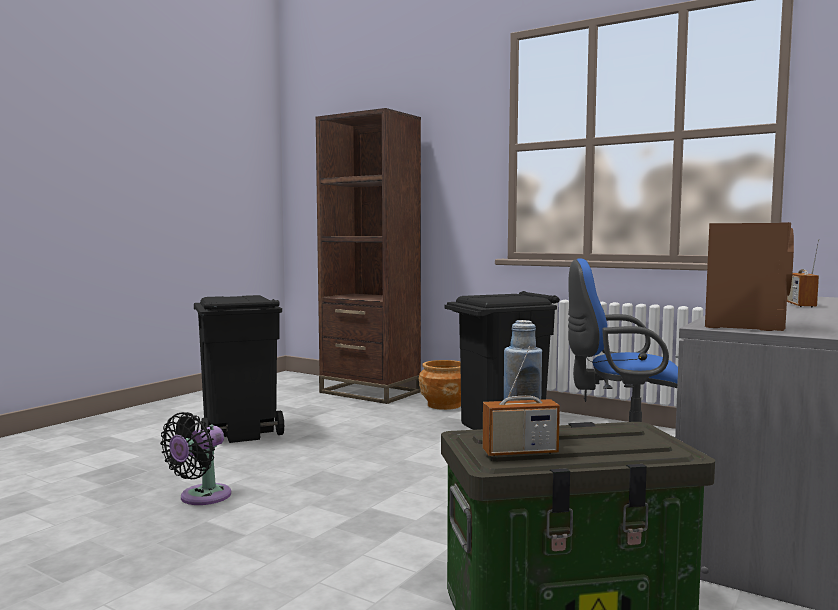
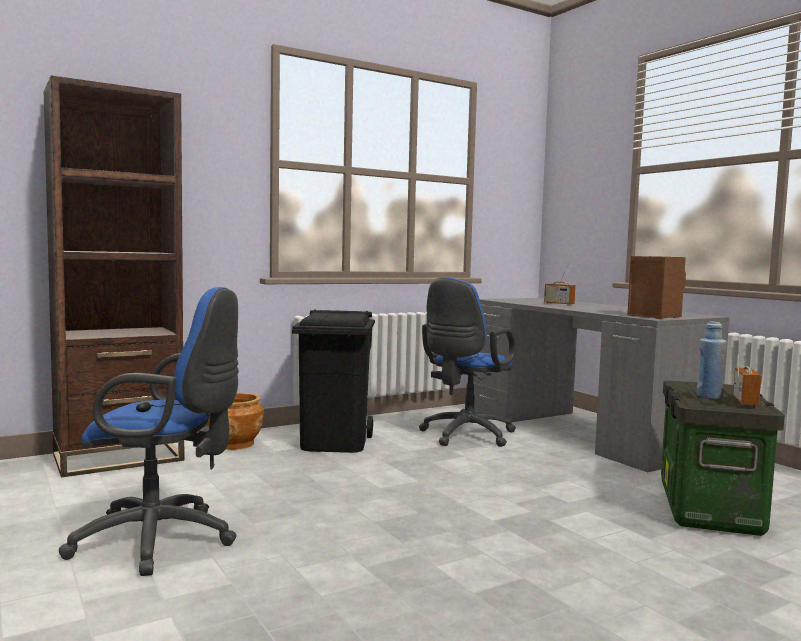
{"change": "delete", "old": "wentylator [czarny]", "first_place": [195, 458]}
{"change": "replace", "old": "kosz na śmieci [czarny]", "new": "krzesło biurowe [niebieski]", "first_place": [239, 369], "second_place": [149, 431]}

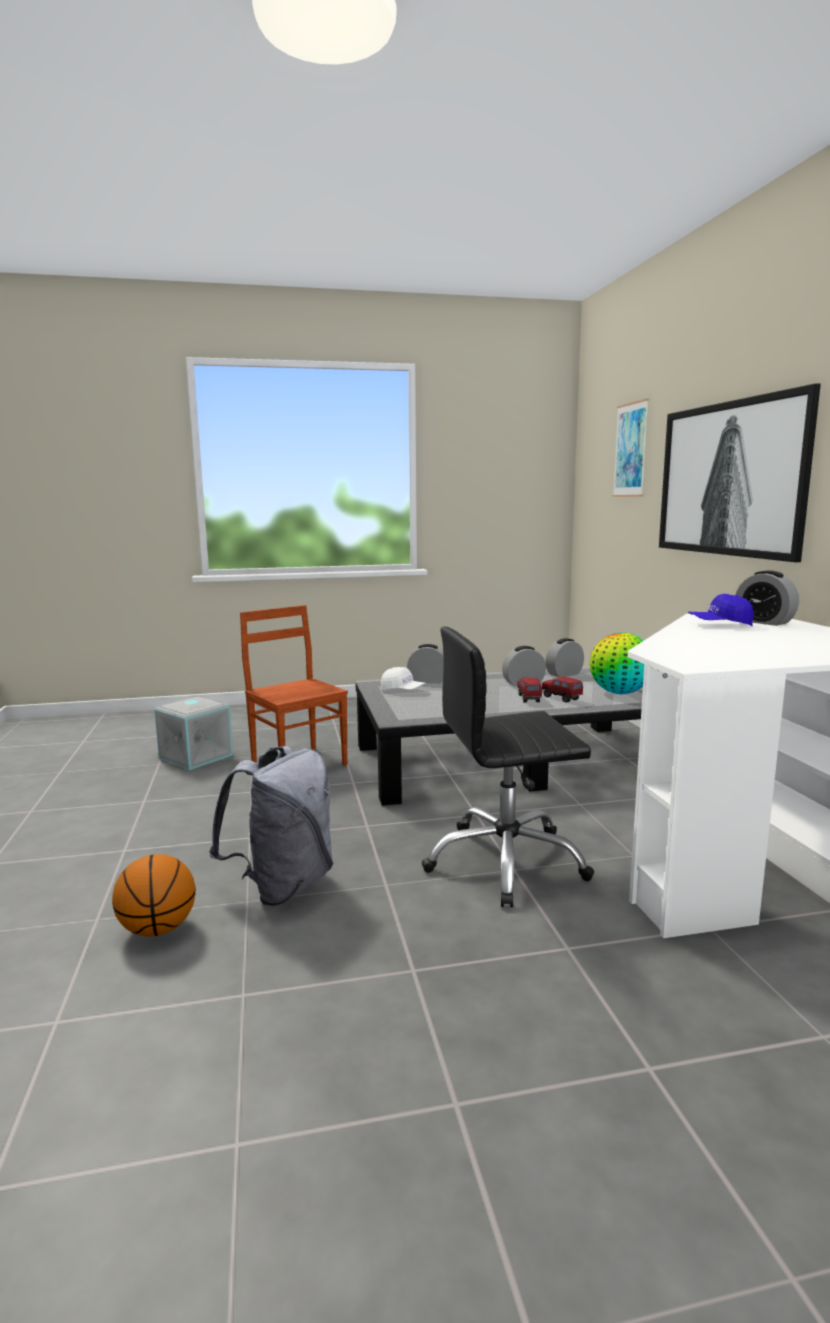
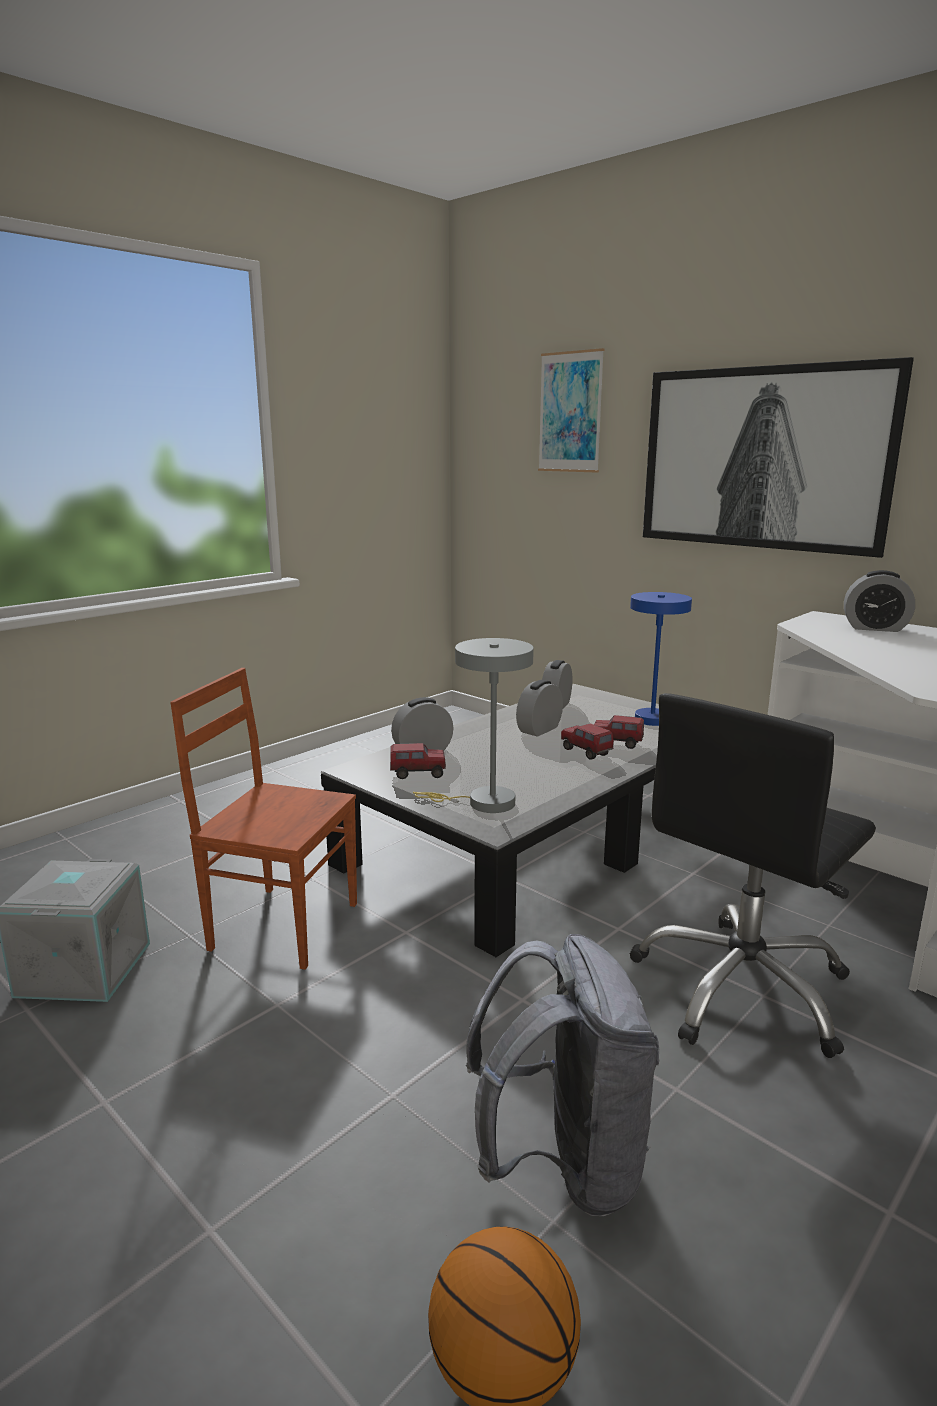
{"change": "delete", "old": "czapka z daszkiem [niebieski]", "first_place": [721, 610]}
{"change": "insert", "new": "lampa stołowa [szary]", "second_place": [473, 725]}
{"change": "replace", "old": "czapka z daszkiem [biały]", "new": "ciężarówka zabawkowa", "first_place": [403, 678], "second_place": [418, 761]}
{"change": "replace", "old": "globus", "new": "lampa stołowa [niebieski]", "first_place": [617, 663], "second_place": [661, 659]}

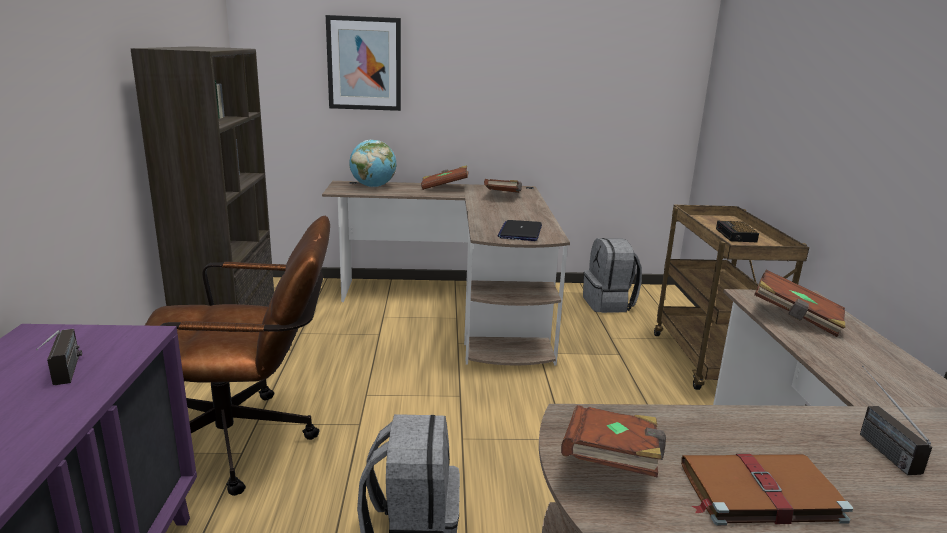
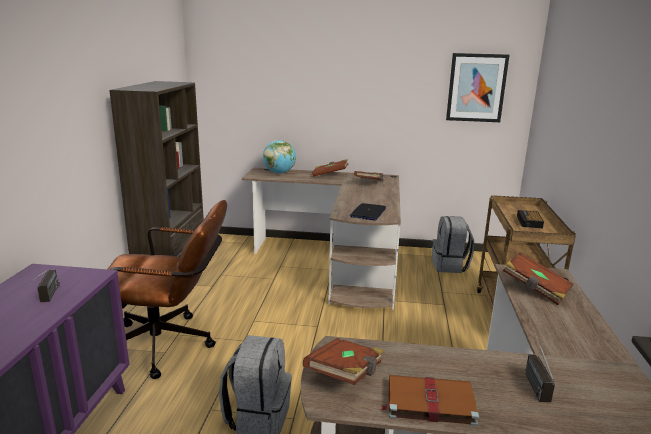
{"change": "move", "old": "obraz", "first_place": [363, 63], "second_place": [477, 87]}

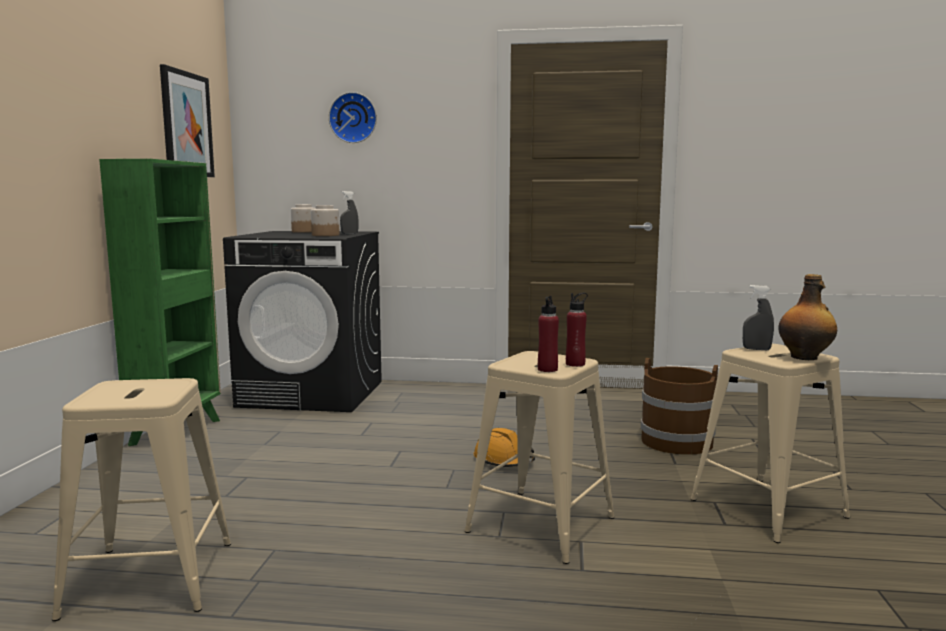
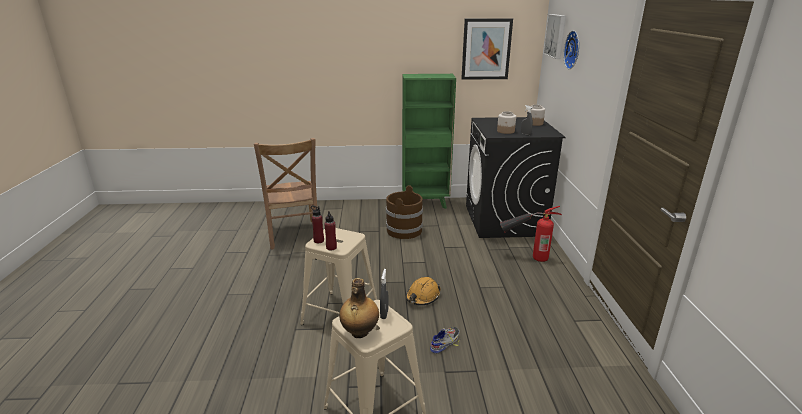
{"change": "insert", "new": "but", "second_place": [444, 340]}
{"change": "insert", "new": "gaśnica", "second_place": [530, 234]}
{"change": "insert", "new": "obraz", "second_place": [554, 36]}
{"change": "move", "old": "wiadro [brązowy]", "first_place": [679, 406], "second_place": [404, 212]}
{"change": "replace", "old": "stołek [beżowy]", "new": "krzesło [brązowy]", "first_place": [141, 499], "second_place": [286, 193]}

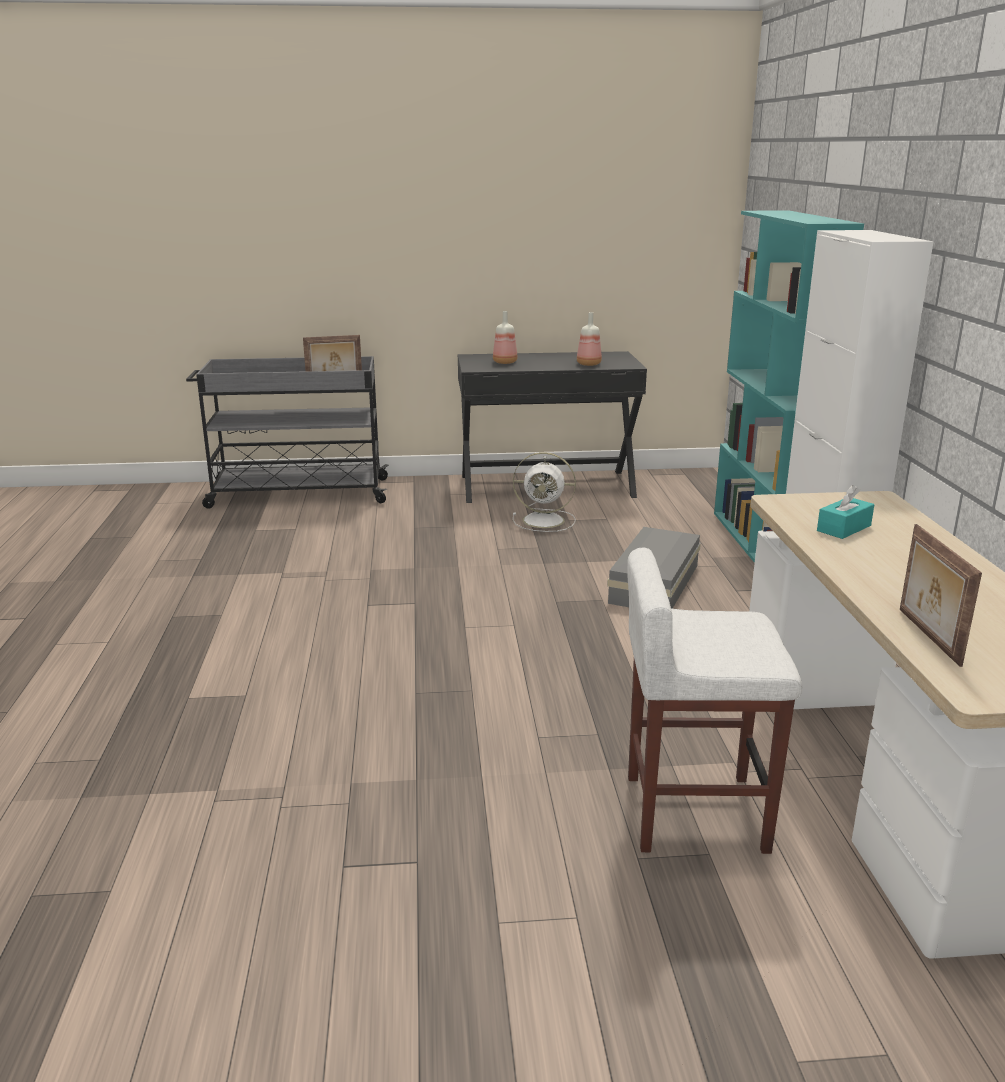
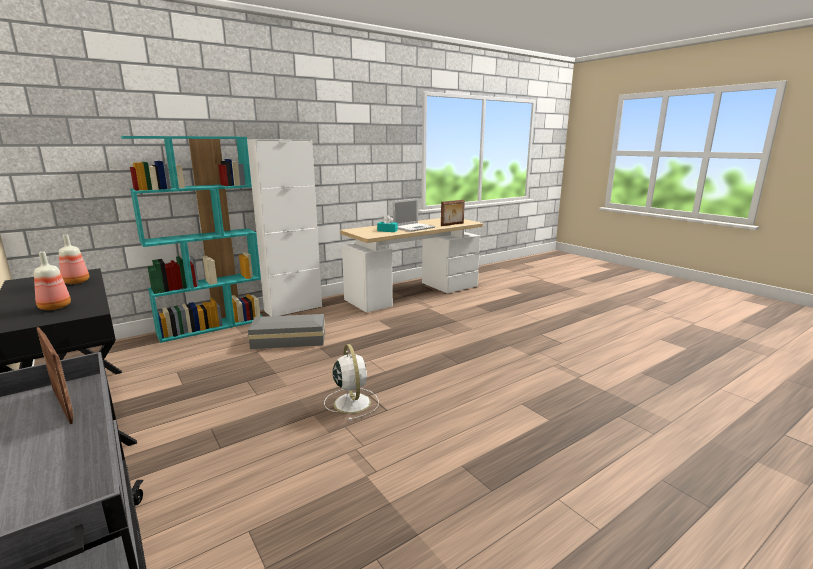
{"change": "delete", "old": "stołek [biały]", "first_place": [714, 701]}
{"change": "insert", "new": "laptop", "second_place": [414, 215]}
{"change": "move", "old": "wentylator [biały]", "first_place": [544, 492], "second_place": [351, 382]}

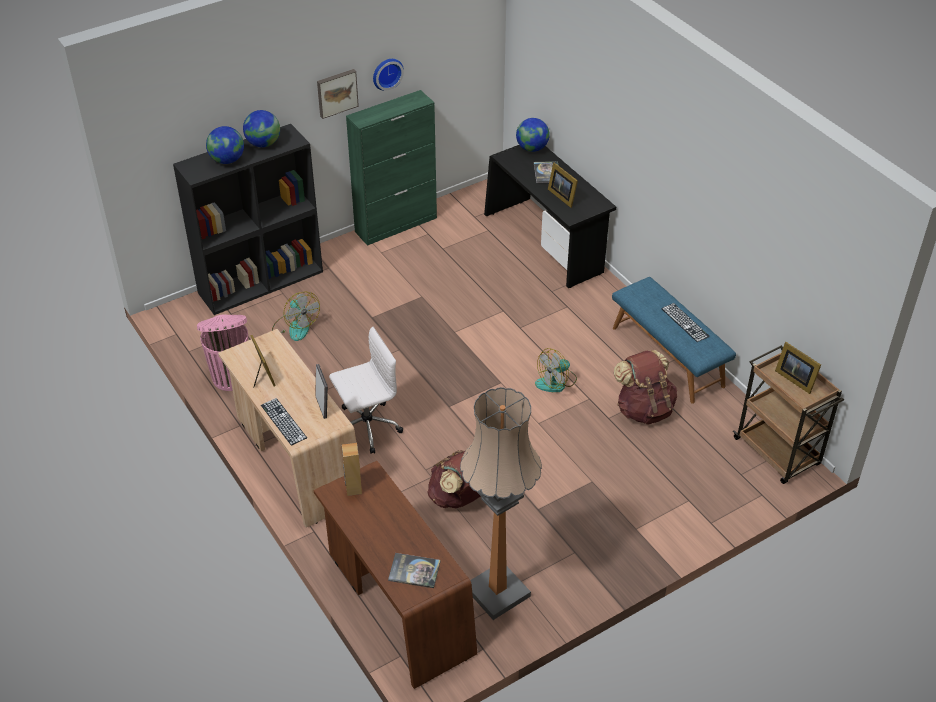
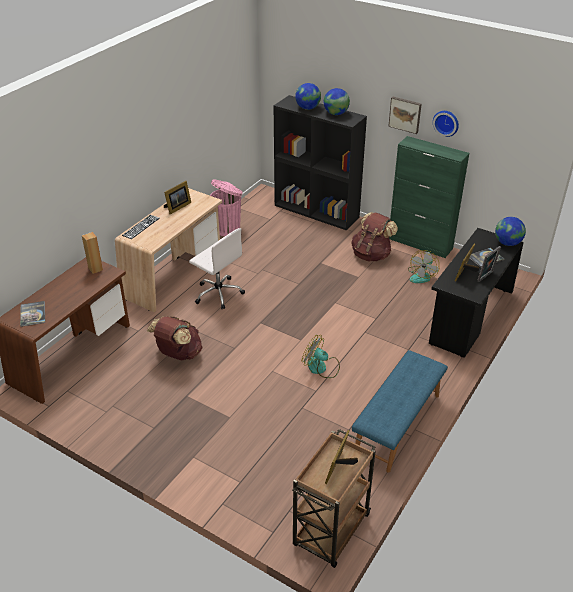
{"change": "delete", "old": "lampa stojąca", "first_place": [501, 503]}
{"change": "delete", "old": "klawiatura", "first_place": [685, 322]}
{"change": "move", "old": "wentylator", "first_place": [296, 316], "second_place": [424, 266]}
{"change": "move", "old": "ramka na zdjęcie", "first_place": [321, 391], "second_place": [489, 264]}
{"change": "move", "old": "plecak [brązowy]", "first_place": [645, 387], "second_place": [374, 237]}

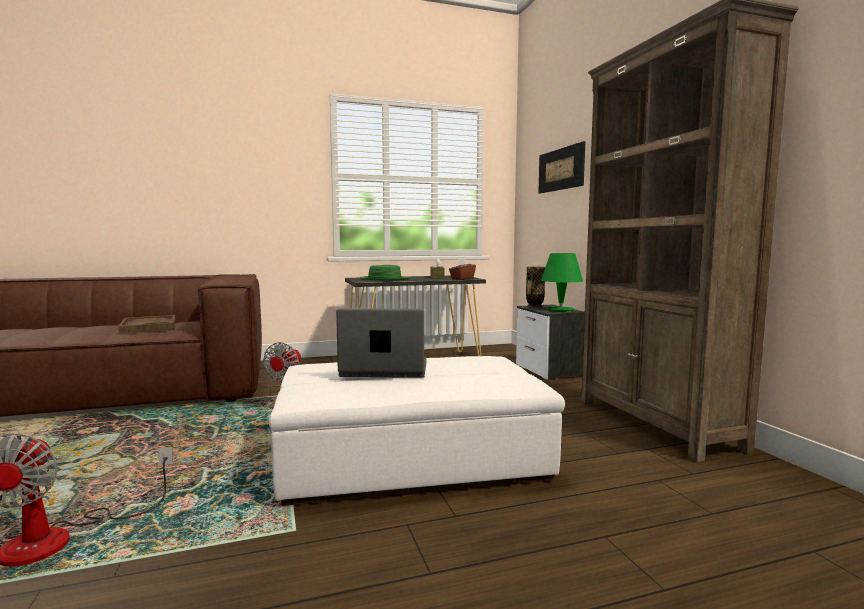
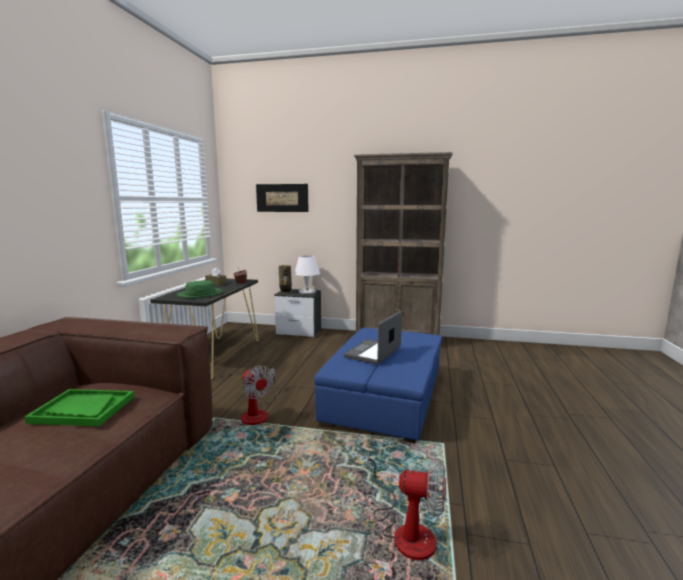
{"change": "recolor", "old": "taca [brązowy]", "new": "taca [zielony]", "first_place": [146, 324], "second_place": [79, 407]}
{"change": "recolor", "old": "pufa [biały]", "new": "pufa [niebieski]", "first_place": [417, 431], "second_place": [378, 385]}
{"change": "recolor", "old": "lampa stołowa [zielony]", "new": "lampa stołowa [biały]", "first_place": [562, 282], "second_place": [307, 274]}

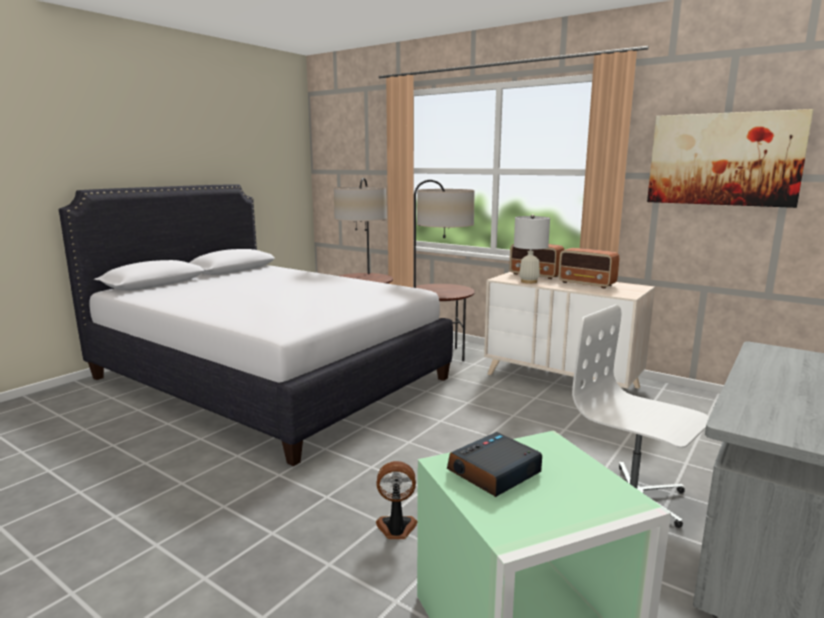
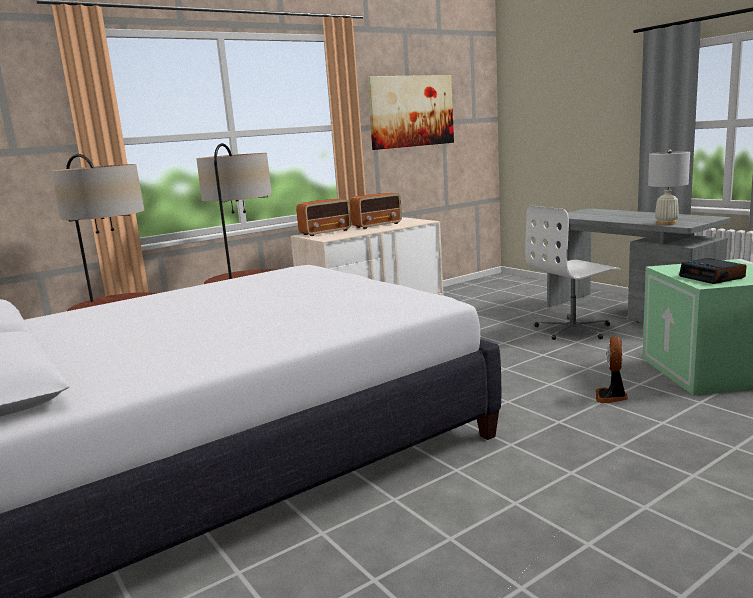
{"change": "move", "old": "lampa stołowa [biały]", "first_place": [532, 249], "second_place": [669, 187]}

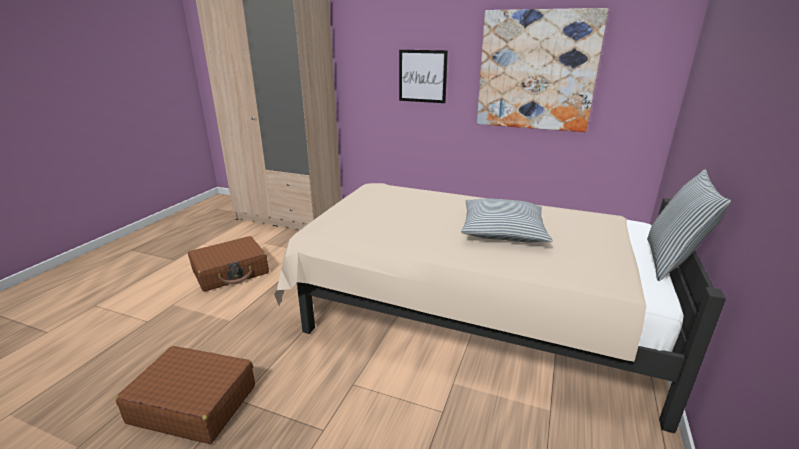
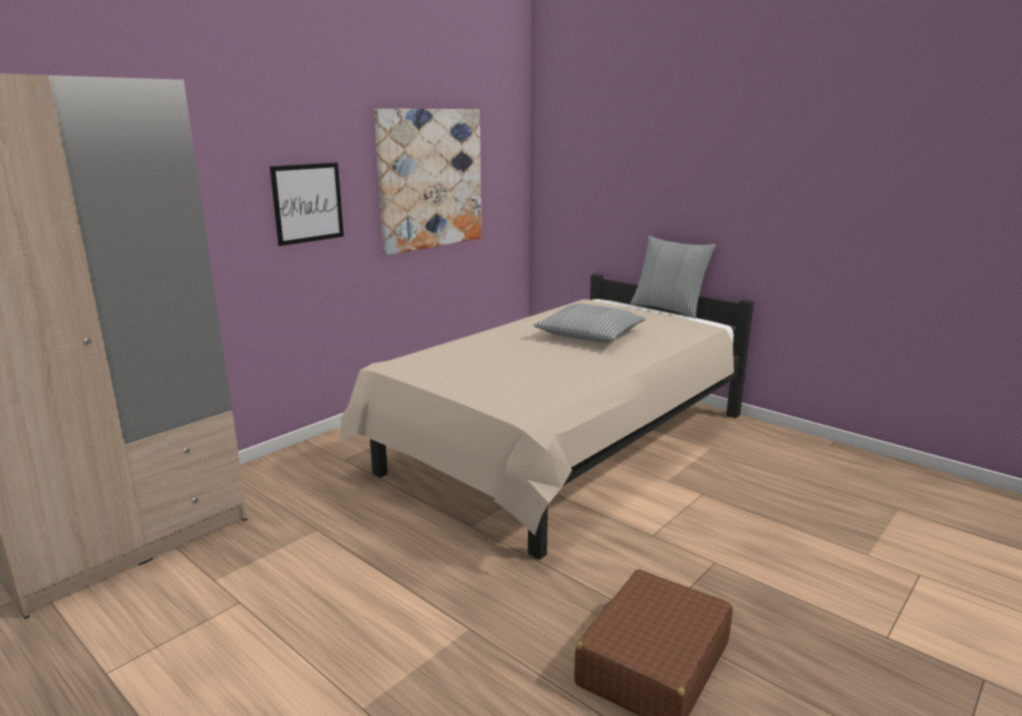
{"change": "delete", "old": "walizka [brązowy]", "first_place": [228, 264]}

